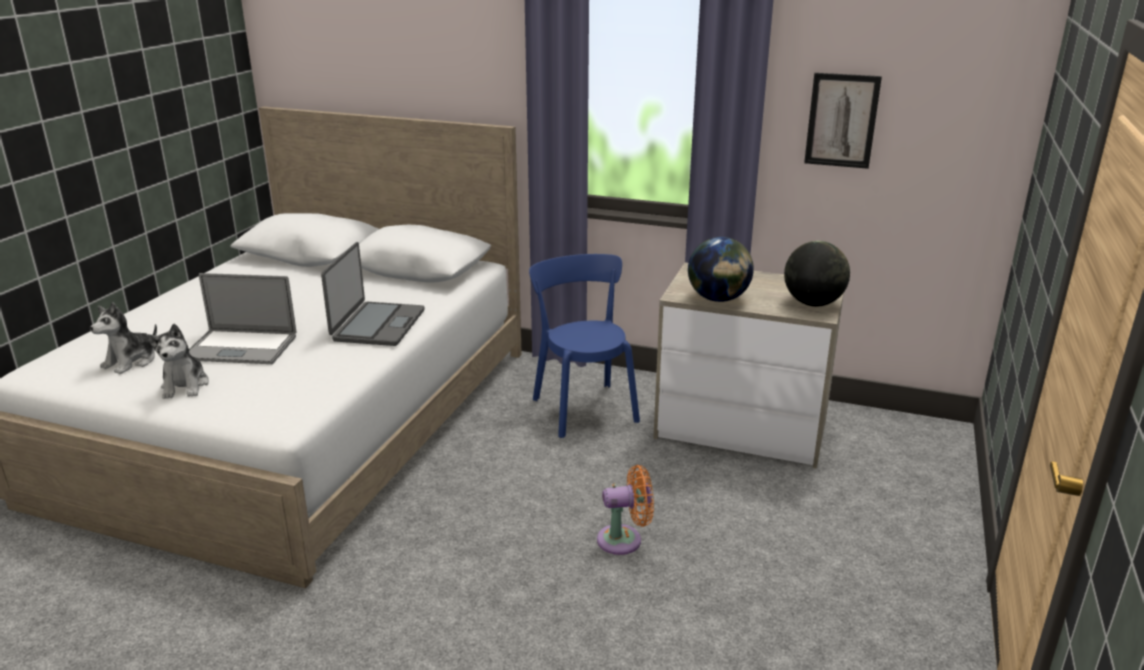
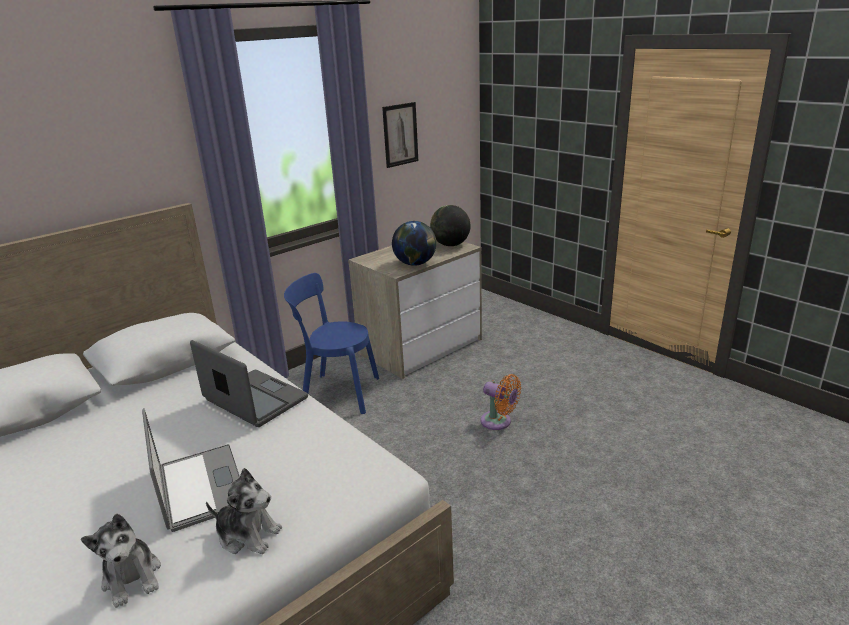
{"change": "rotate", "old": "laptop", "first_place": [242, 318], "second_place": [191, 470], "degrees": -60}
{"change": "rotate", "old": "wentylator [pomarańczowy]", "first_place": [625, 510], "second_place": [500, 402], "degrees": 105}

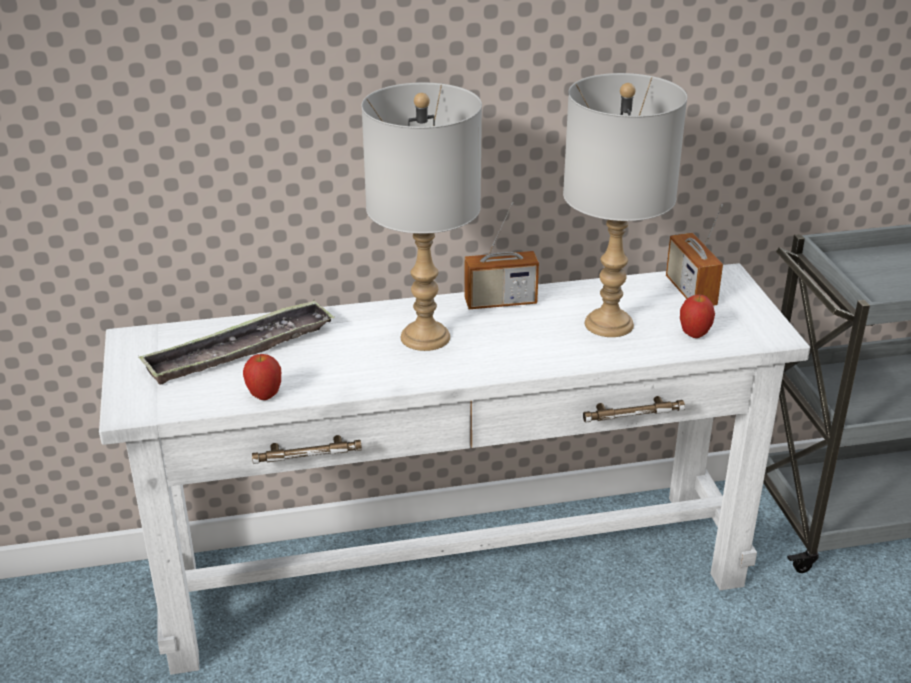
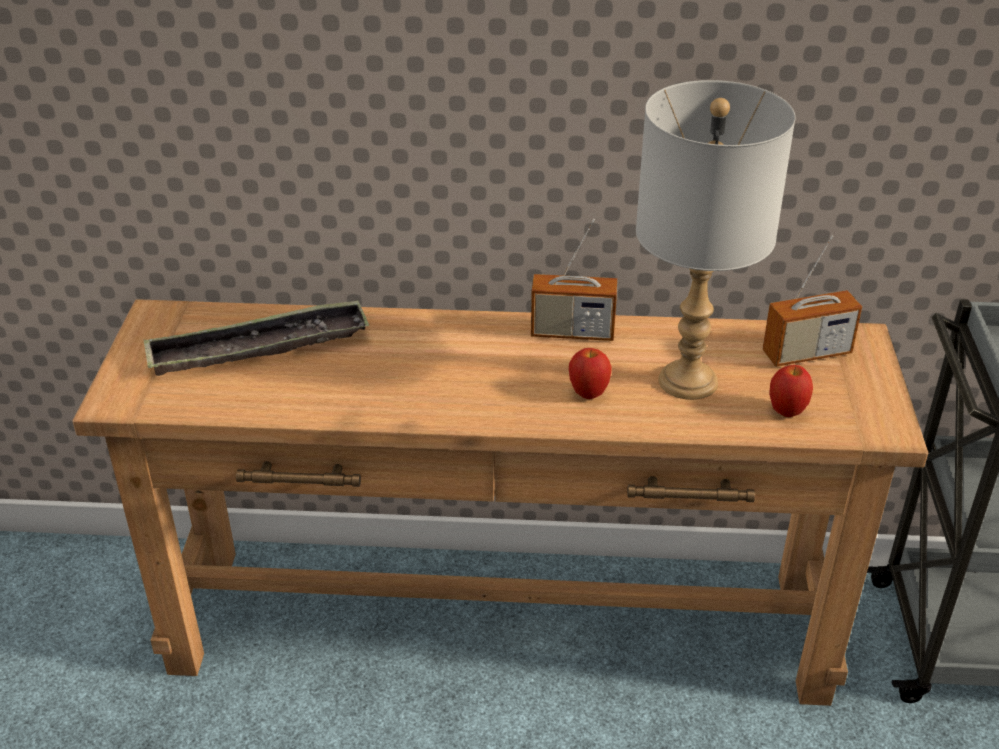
{"change": "delete", "old": "lampa stołowa [szary]", "first_place": [422, 216]}
{"change": "move", "old": "jabłko", "first_place": [262, 377], "second_place": [590, 373]}
{"change": "recolor", "old": "stolik konsolowy [biały]", "new": "stolik konsolowy [brązowy]", "first_place": [454, 469], "second_place": [500, 502]}
{"change": "rotate", "old": "radio", "first_place": [694, 255], "second_place": [812, 301], "degrees": -105}

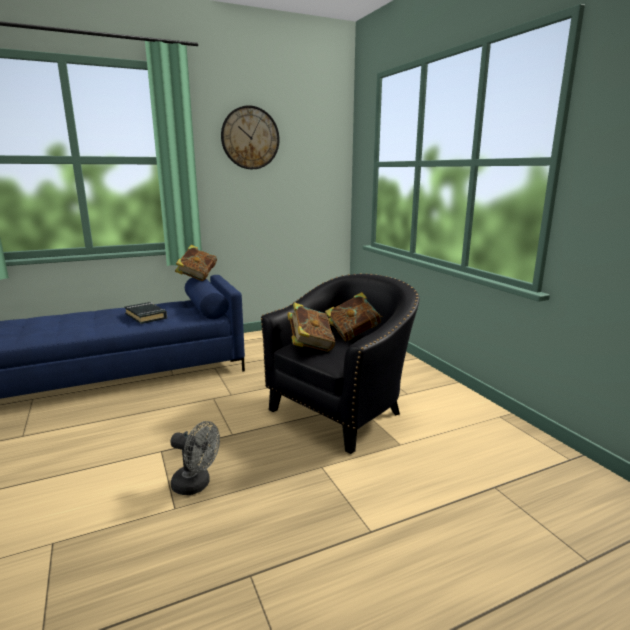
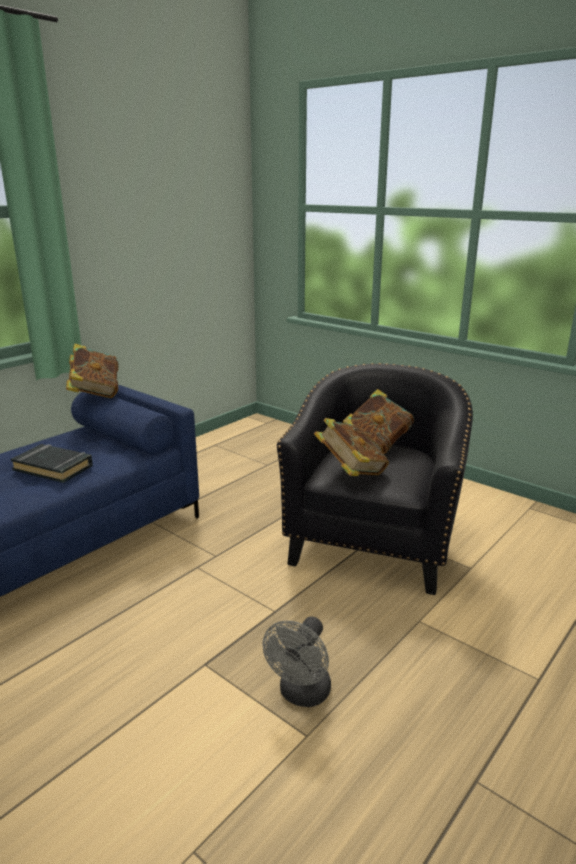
{"change": "delete", "old": "zegar ścienny", "first_place": [250, 137]}
{"change": "rotate", "old": "wentylator [szary]", "first_place": [195, 458], "second_place": [296, 661], "degrees": 120}

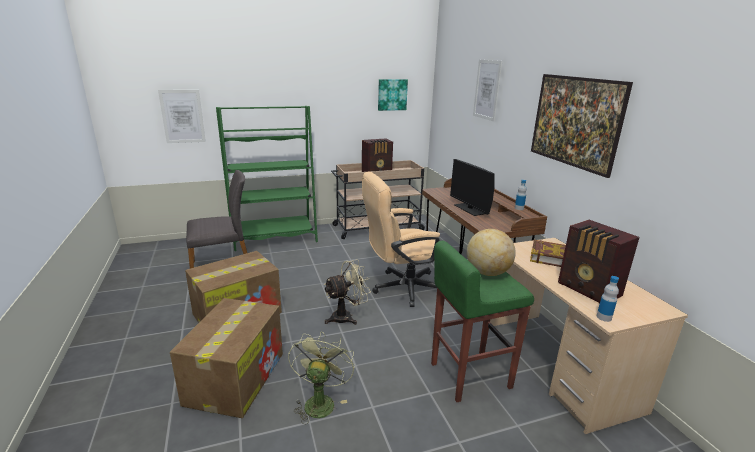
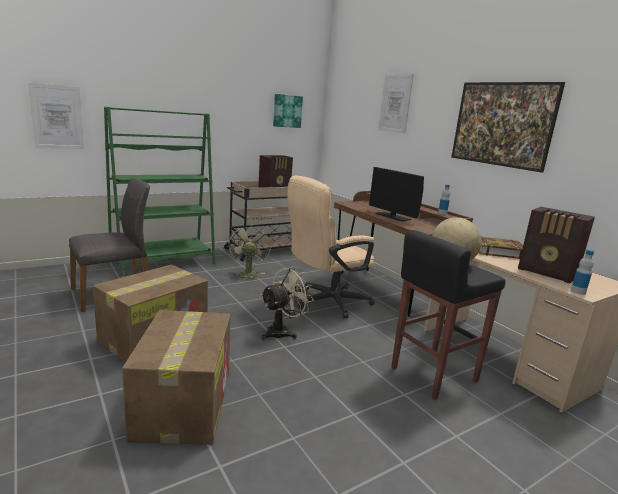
{"change": "move", "old": "wentylator [zielony]", "first_place": [321, 378], "second_place": [250, 252]}
{"change": "recolor", "old": "stołek [zielony]", "new": "stołek [czarny]", "first_place": [482, 321], "second_place": [448, 315]}

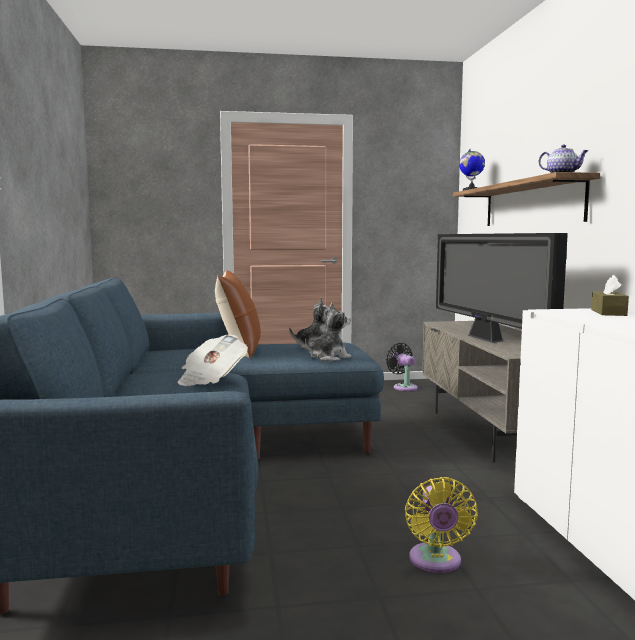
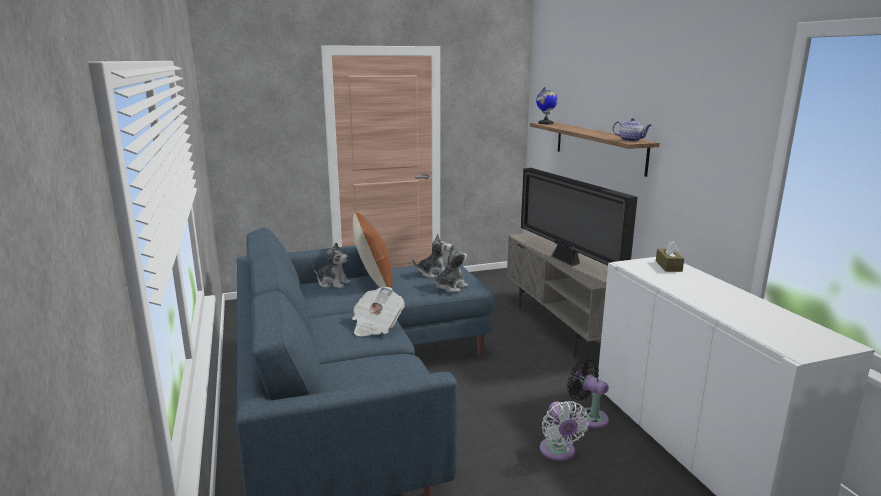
{"change": "insert", "new": "pluszak", "second_place": [332, 265]}
{"change": "move", "old": "wentylator [czarny]", "first_place": [402, 367], "second_place": [588, 393]}
{"change": "recolor", "old": "wentylator [żółty]", "new": "wentylator [biały]", "first_place": [441, 525], "second_place": [564, 431]}

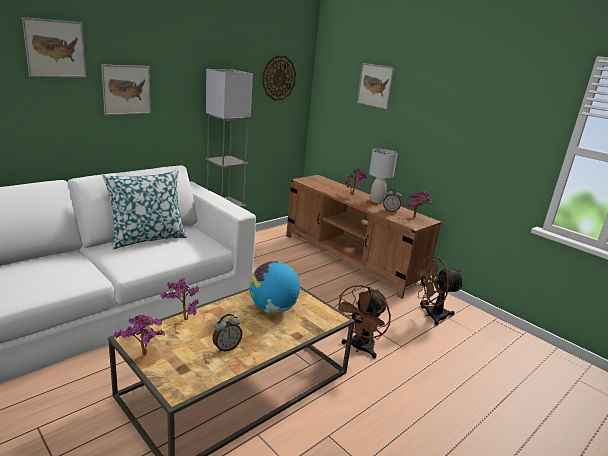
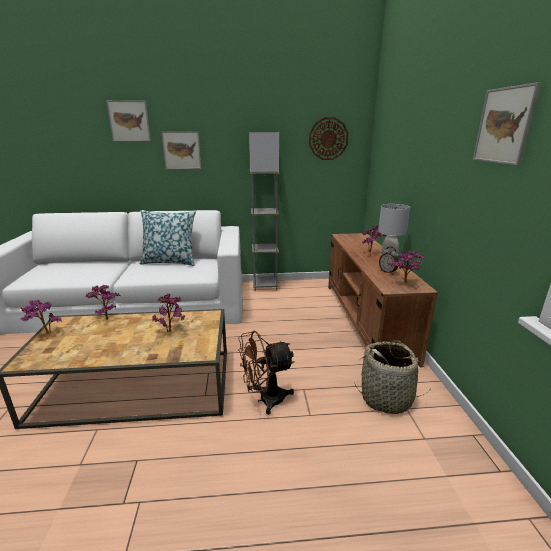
{"change": "delete", "old": "budzik", "first_place": [227, 333]}
{"change": "move", "old": "obraz", "first_place": [376, 86], "second_place": [507, 124]}
{"change": "replace", "old": "globus", "new": "roślina doniczkowa", "first_place": [274, 287], "second_place": [168, 313]}
{"change": "replace", "old": "wentylator [brązowy]", "new": "koszyk", "first_place": [439, 290], "second_place": [391, 377]}

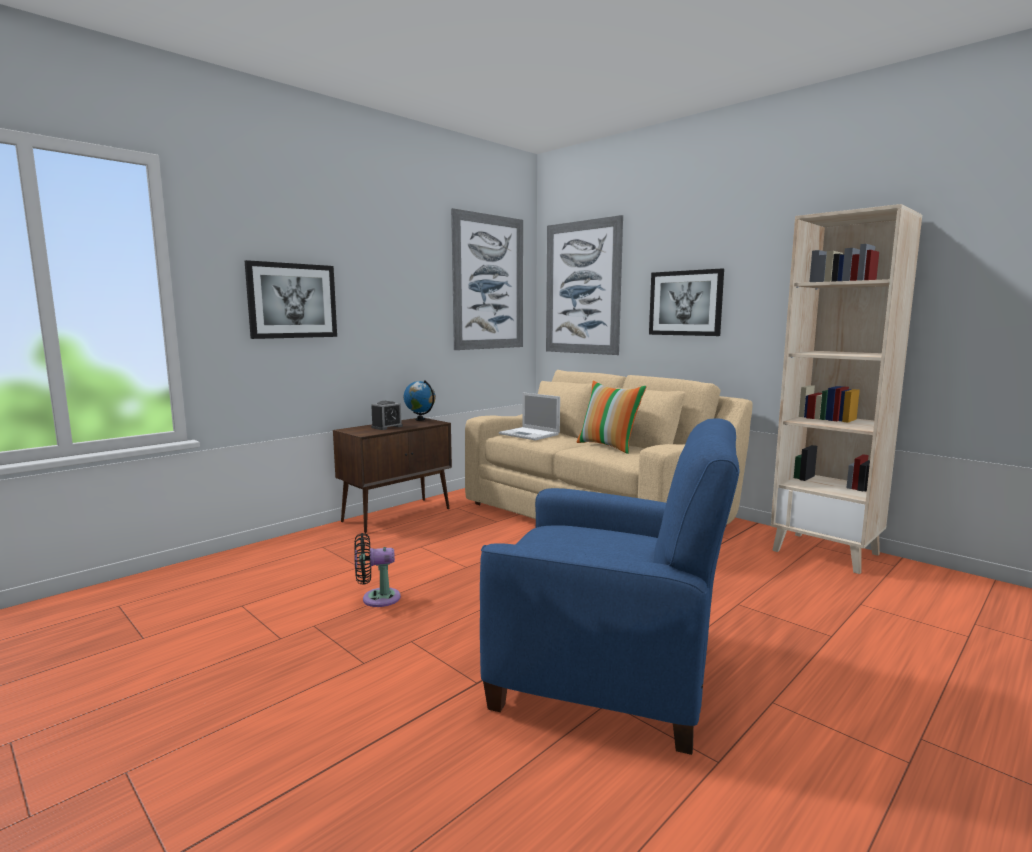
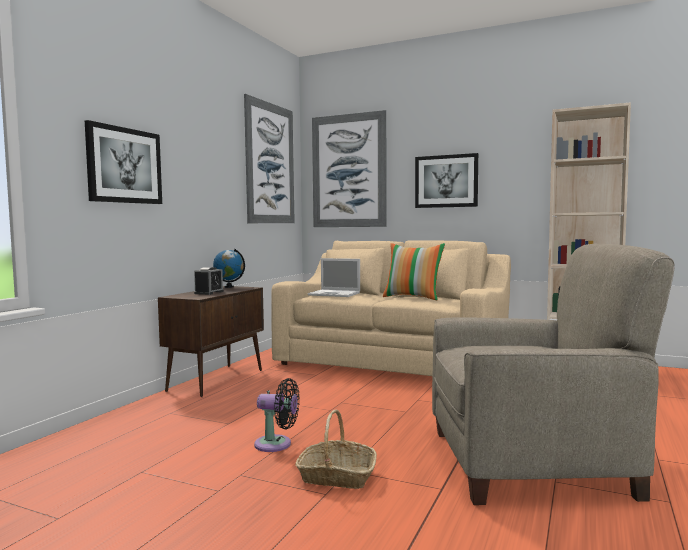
{"change": "insert", "new": "koszyk", "second_place": [336, 449]}
{"change": "recolor", "old": "fotel [niebieski]", "new": "fotel [beżowy]", "first_place": [610, 586], "second_place": [553, 374]}
{"change": "rotate", "old": "wentylator [czarny]", "first_place": [377, 570], "second_place": [277, 415], "degrees": -135}

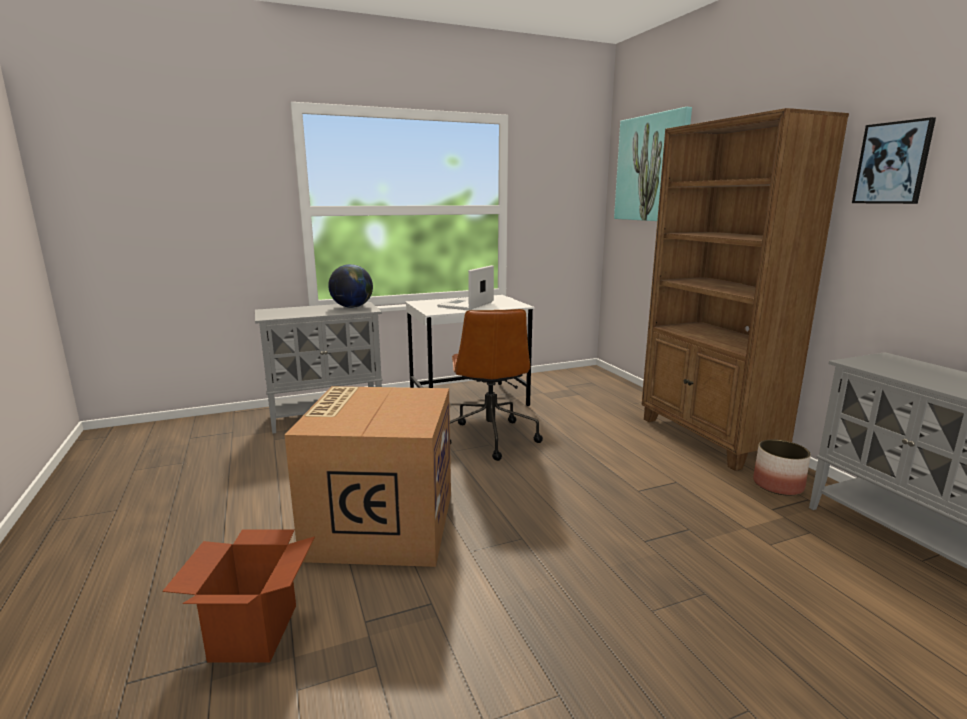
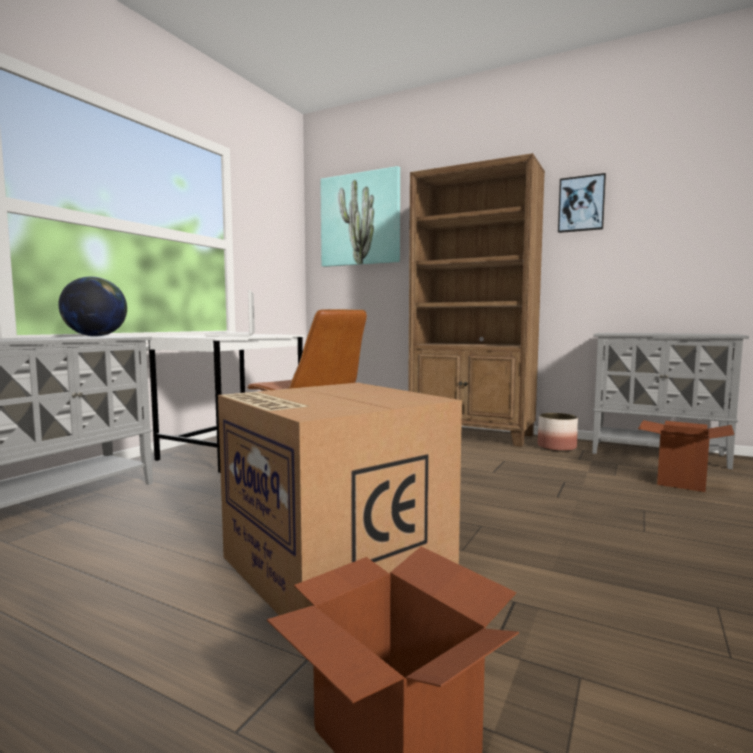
{"change": "insert", "new": "karton", "second_place": [686, 456]}

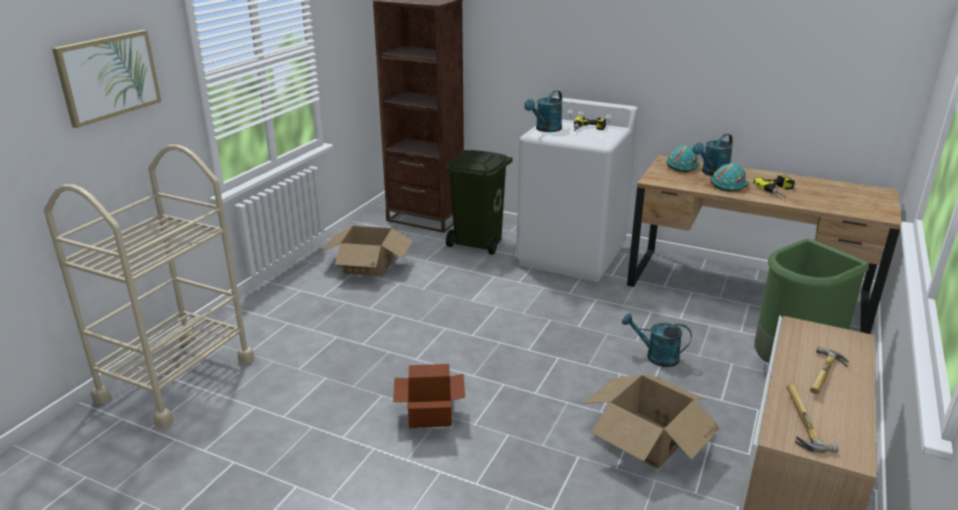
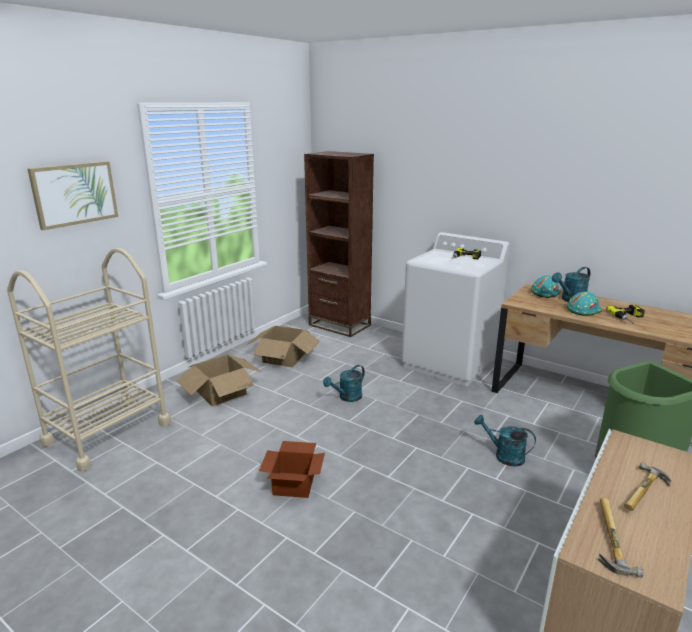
{"change": "delete", "old": "kosz na śmieci [zielony]", "first_place": [479, 202]}
{"change": "move", "old": "konewka [turkusowy]", "first_place": [543, 111], "second_place": [344, 383]}
{"change": "move", "old": "karton", "first_place": [651, 422], "second_place": [218, 380]}

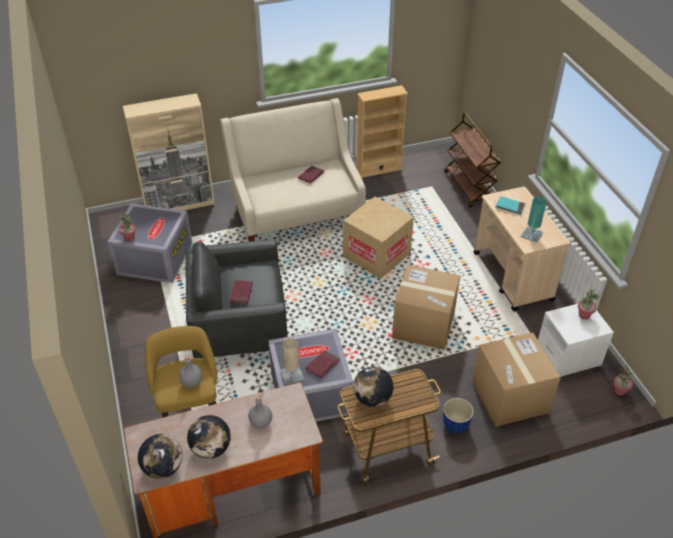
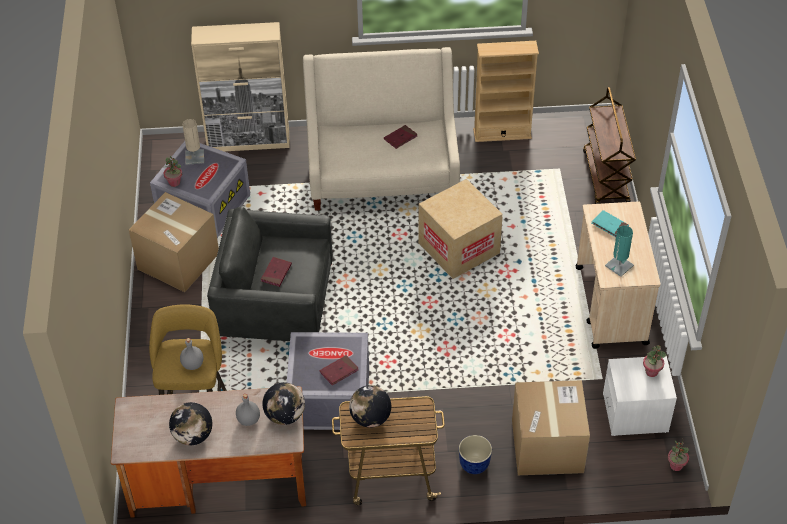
{"change": "move", "old": "globus", "first_place": [160, 456], "second_place": [283, 403]}
{"change": "move", "old": "lampa stołowa [beżowy]", "first_place": [292, 361], "second_place": [193, 142]}
{"change": "move", "old": "karton", "first_place": [426, 307], "second_place": [174, 242]}

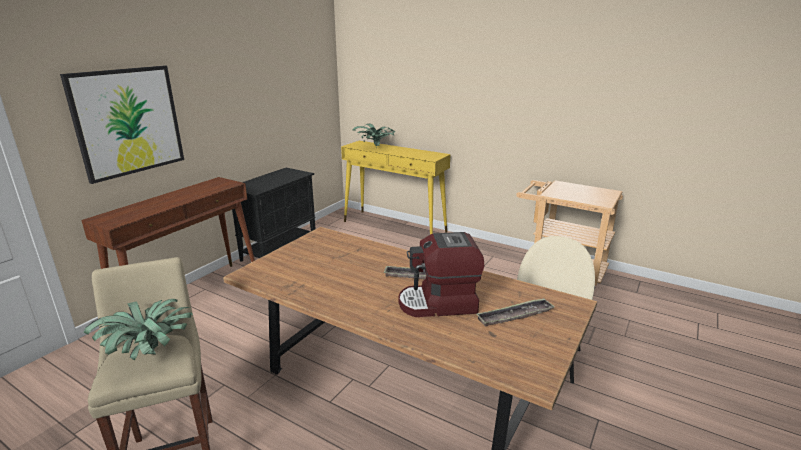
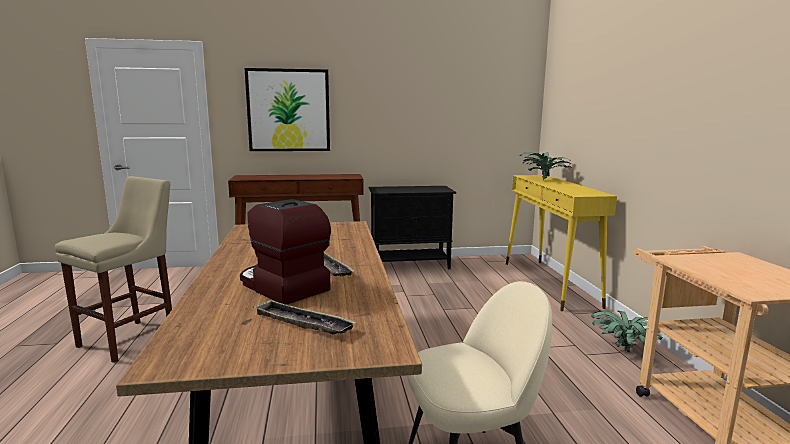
{"change": "move", "old": "roślina doniczkowa", "first_place": [138, 329], "second_place": [627, 331]}

